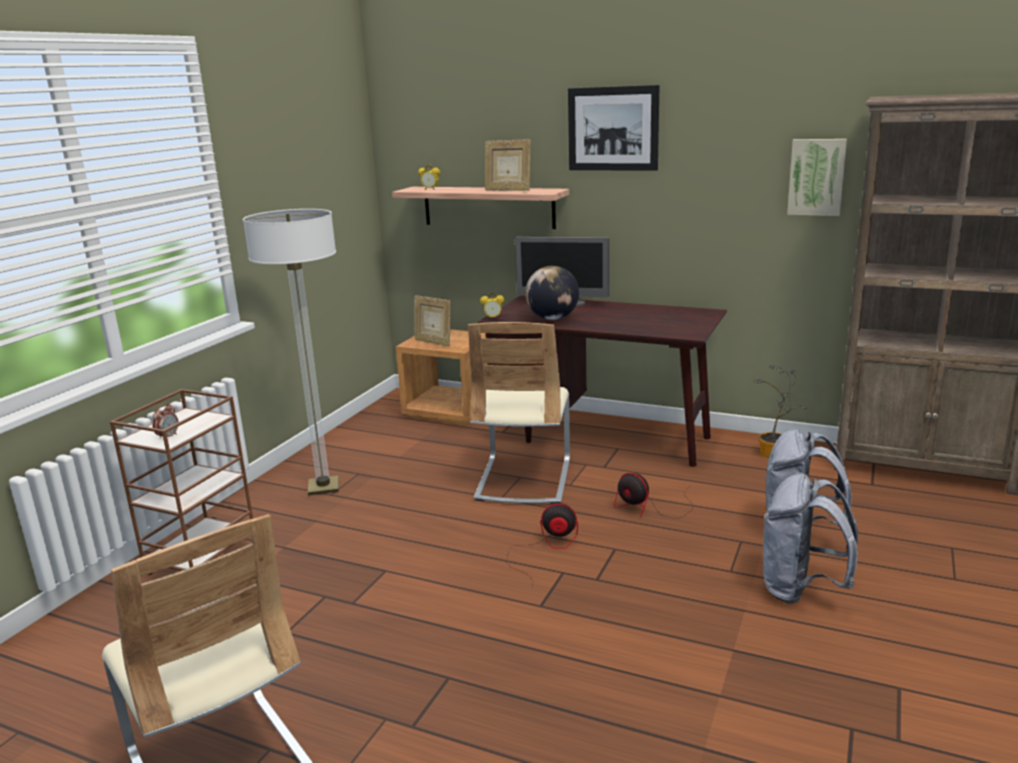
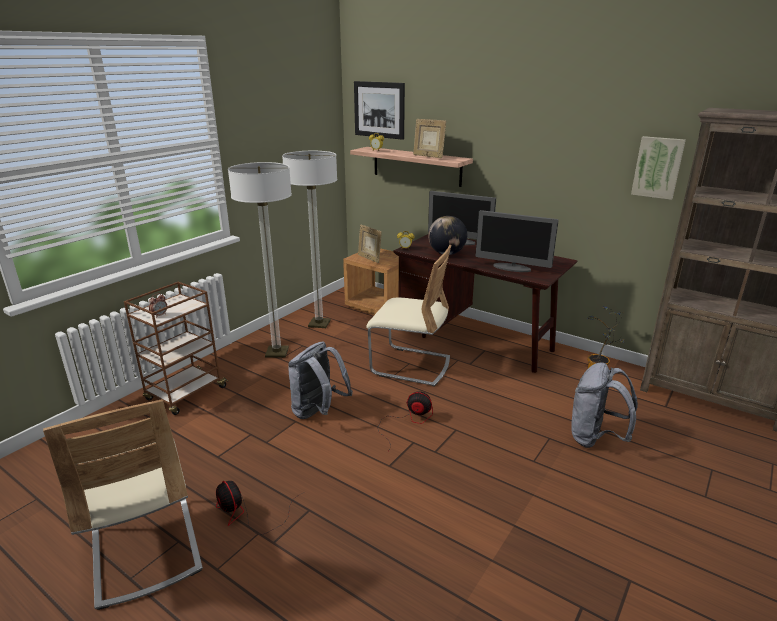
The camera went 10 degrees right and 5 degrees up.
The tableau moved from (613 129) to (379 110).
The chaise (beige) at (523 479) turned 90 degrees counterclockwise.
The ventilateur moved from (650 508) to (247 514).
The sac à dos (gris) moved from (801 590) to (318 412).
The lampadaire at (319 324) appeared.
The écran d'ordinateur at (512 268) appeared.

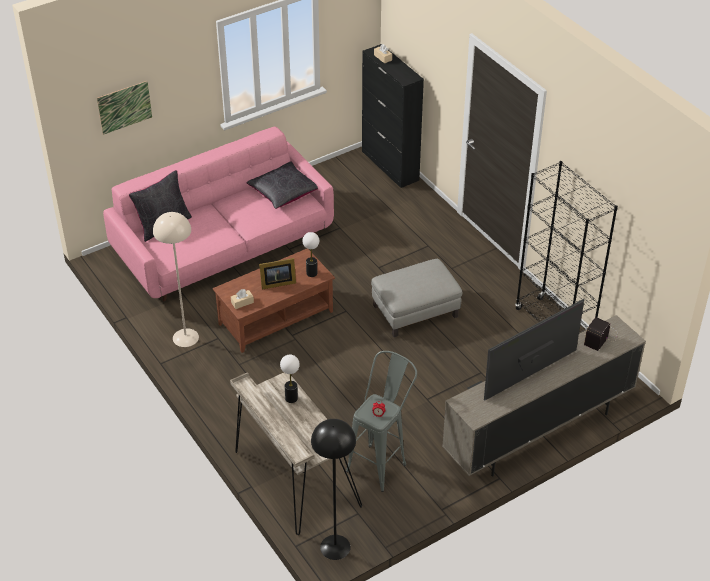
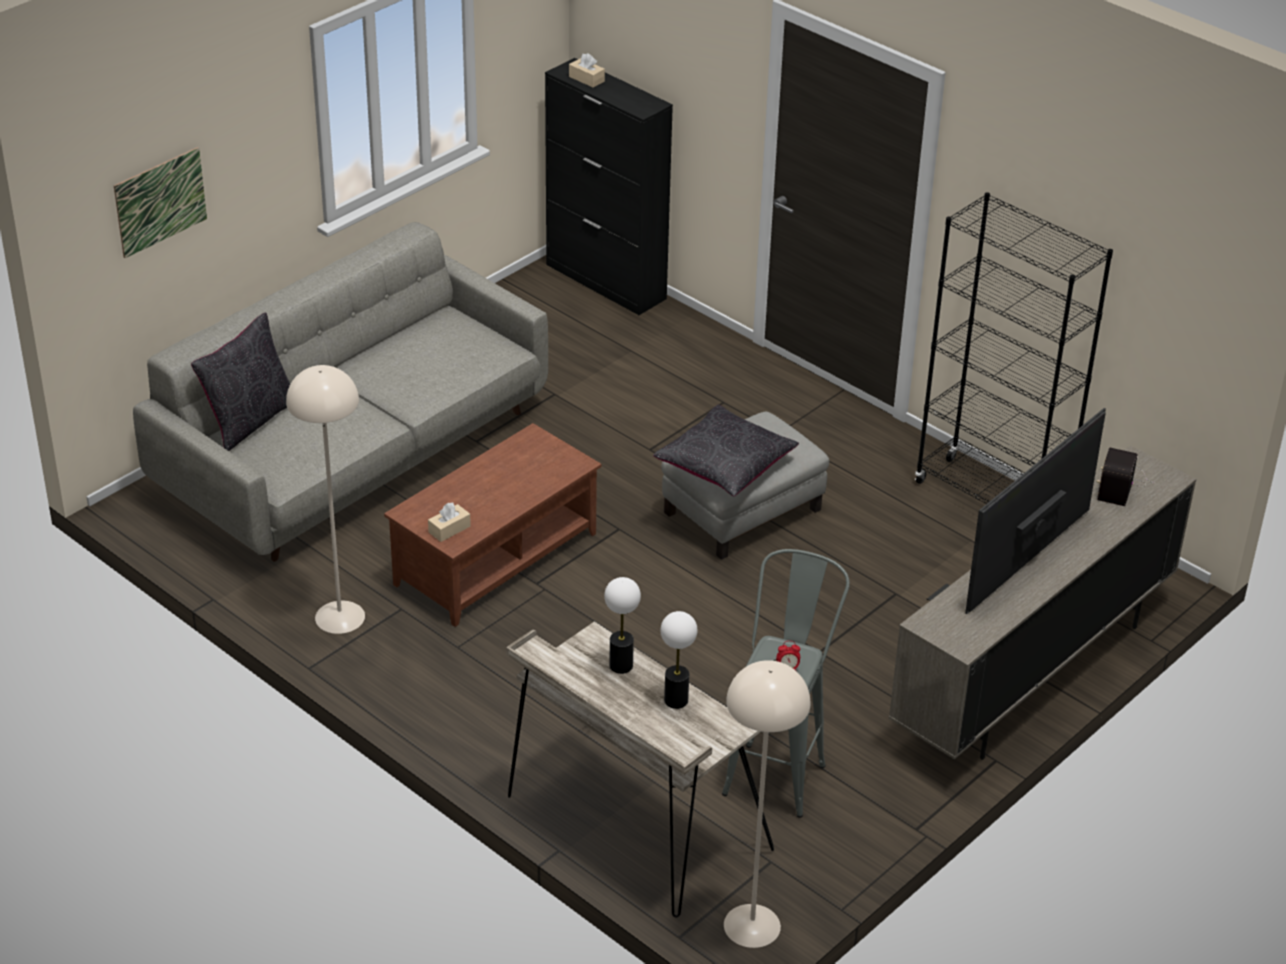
The camera went 15 degrees left and 5 degrees down.
The canapé (rose) at (224 246) became the canapé (gris) at (355 453).
The coussin (noir) moved from (284 192) to (725 465).
The lampe de table moved from (311 273) to (675 700).
The cadre photo at (276 283) disappeared.
The lampadaire (noir) at (335 547) became the lampadaire (beige) at (751 925).

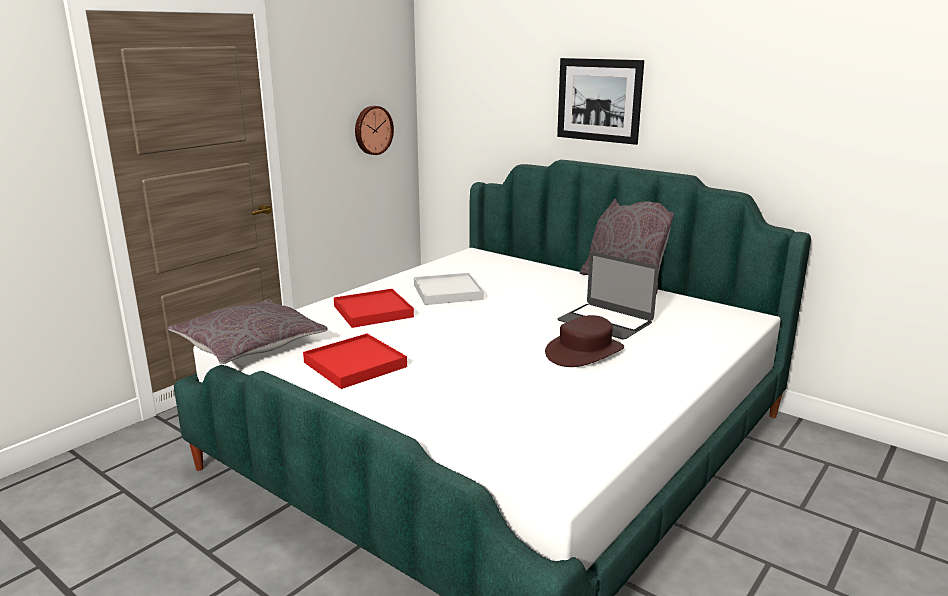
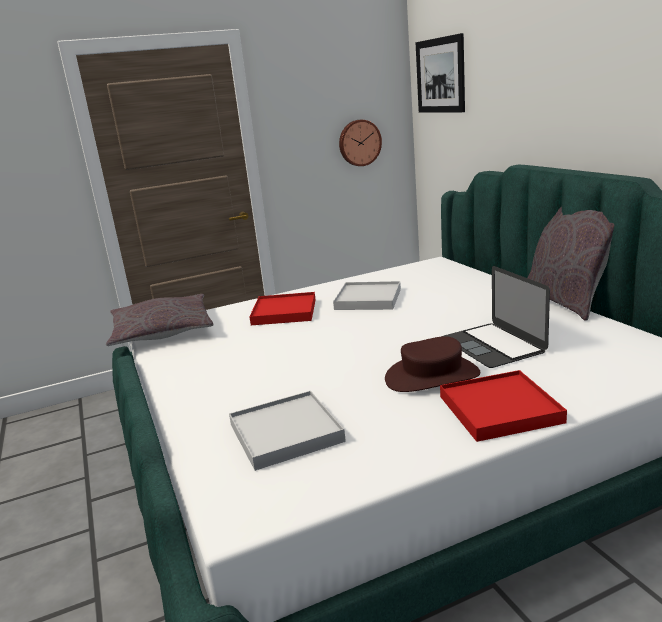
The camera went 30 degrees right and 0 degrees up.
The tableau moved from (599 100) to (440 75).
The plateau (rouge) moved from (355 364) to (499 409).
The plateau (blanc) at (286 433) appeared.

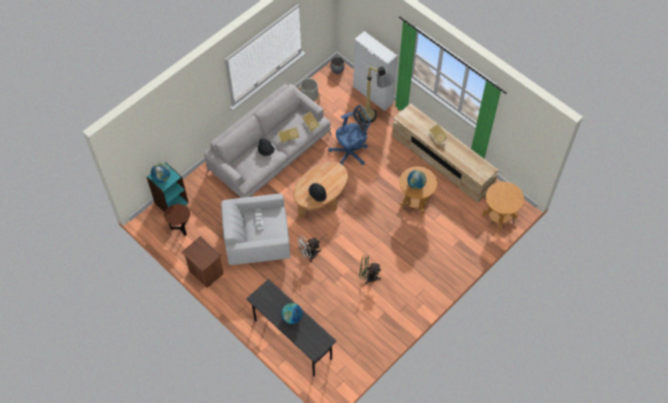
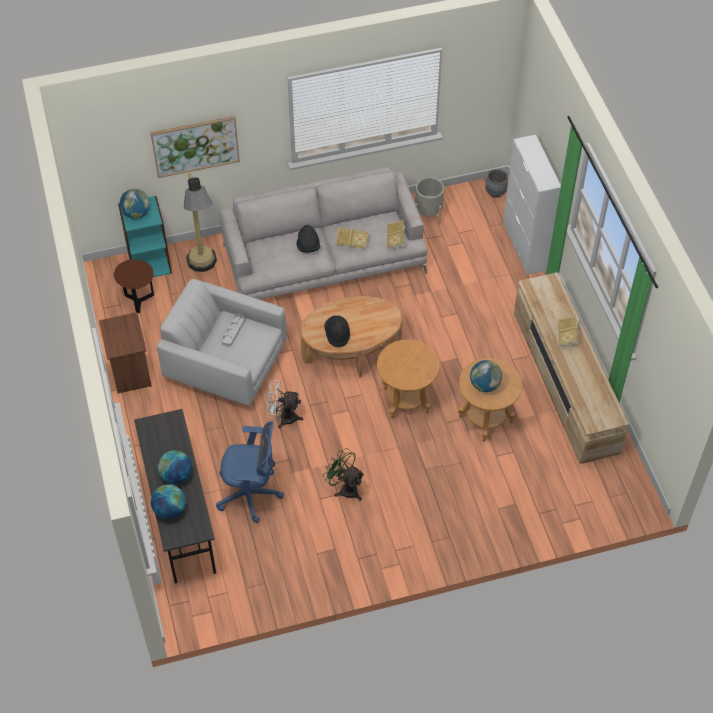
The camera went 30 degrees right and 5 degrees down.
The lampadaire moved from (373 120) to (204 271).
The chaise de bureau (bleu) moved from (351 153) to (251 494).
The table d'appoint (marron) moved from (499 217) to (406 400).
The tableau at (195 146) appeared.
The globe at (170 510) appeared.

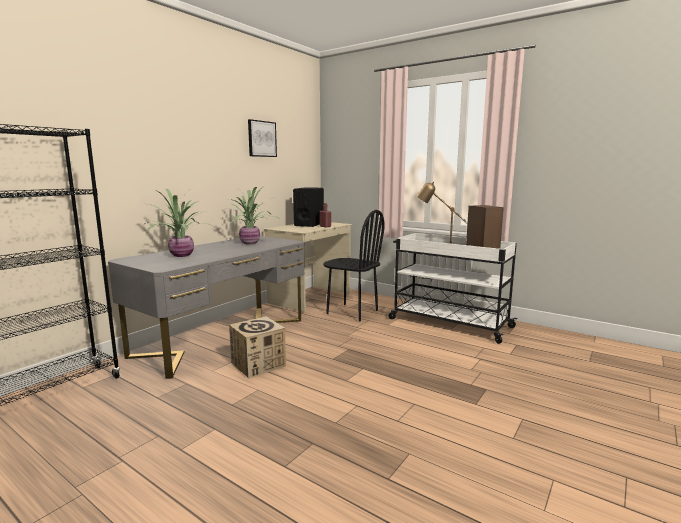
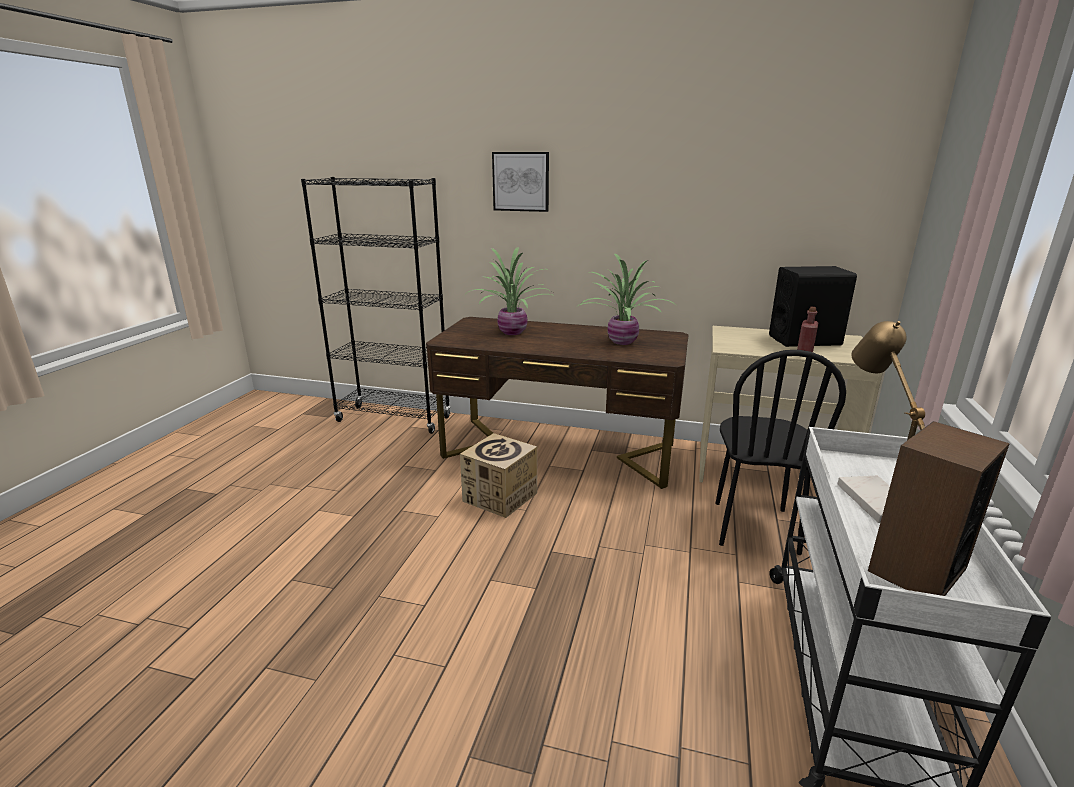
The camera went 70 degrees right and 10 degrees up.
The tableau moved from (261 139) to (521 181).
The bureau (gris) at (223 337) became the bureau (marron) at (558 451).

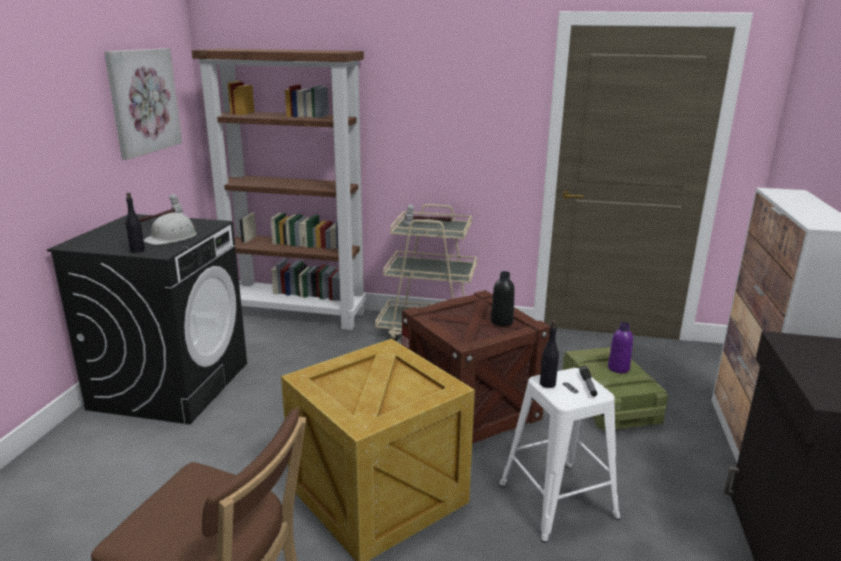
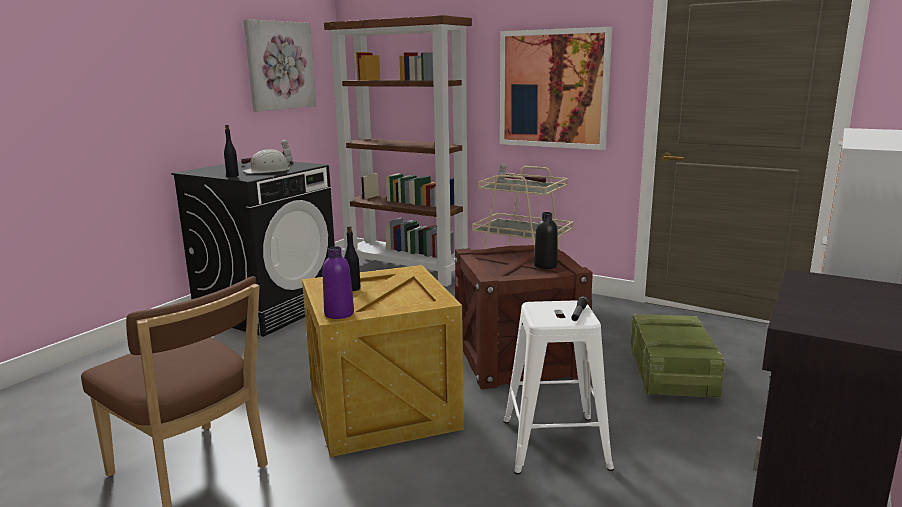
The camera went 20 degrees right and 5 degrees down.
The bouteille (noir) moved from (547 384) to (352 288).
The bouteille (violet) moved from (618 368) to (339 314).
The tableau at (553 89) appeared.

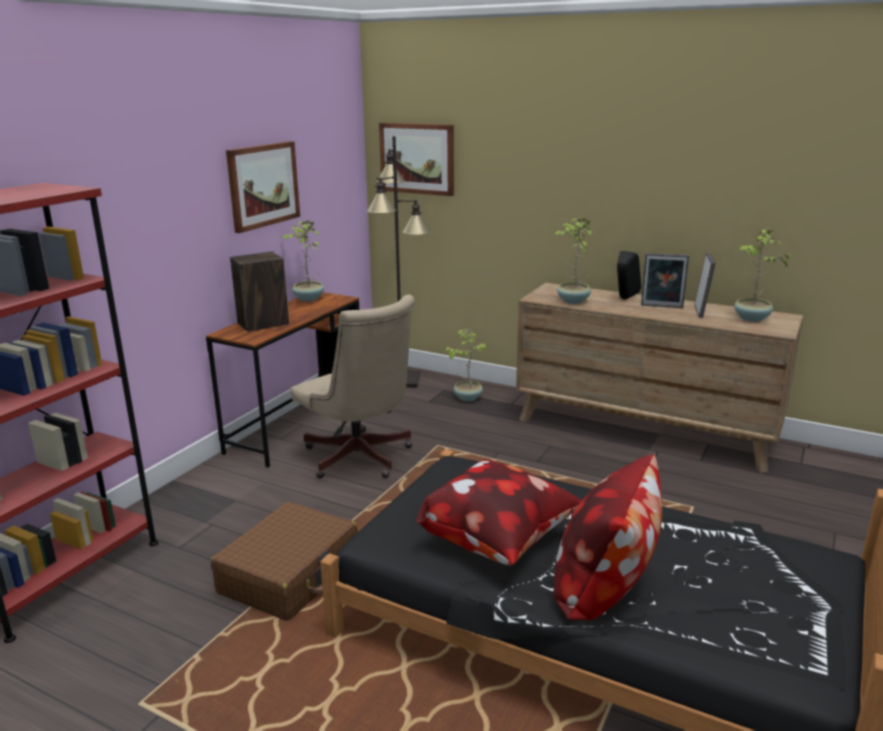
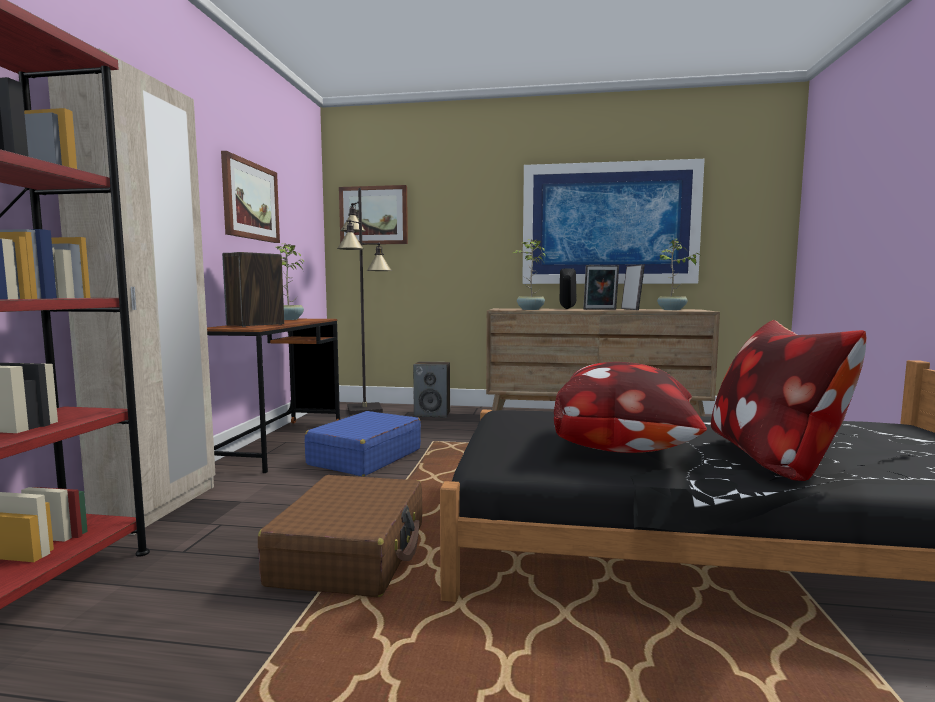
The camera went 20 degrees left and 15 degrees down.
The chaise de bureau (beige) at (361 459) was replaced by the valise (bleu) at (365 457).
The plante en pot at (467 397) was replaced by the enceinte at (432 414).
The armoire (beige) at (159 507) appeared.
The tableau at (609 224) appeared.

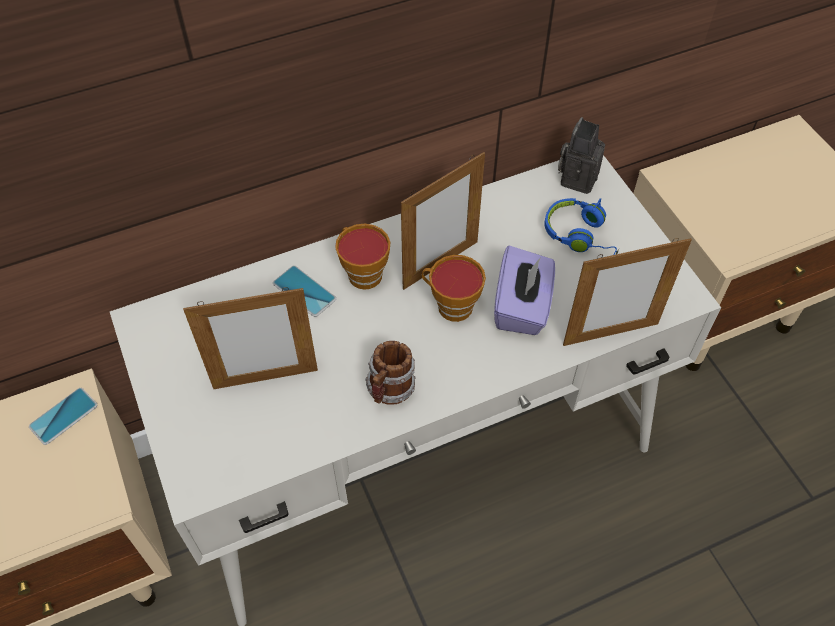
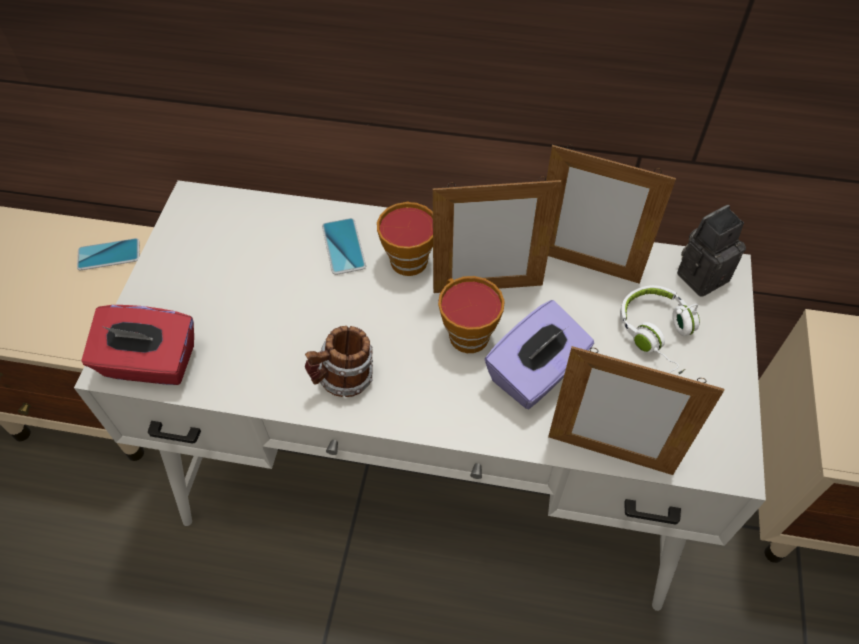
The camera went 35 degrees right and 0 degrees up.
The casque audio (bleu) at (581 237) became the casque audio (blanc) at (658 337).
The cadre photo moved from (265 379) to (586 266).
The boîte à mouchoirs (rouge) at (150 363) appeared.

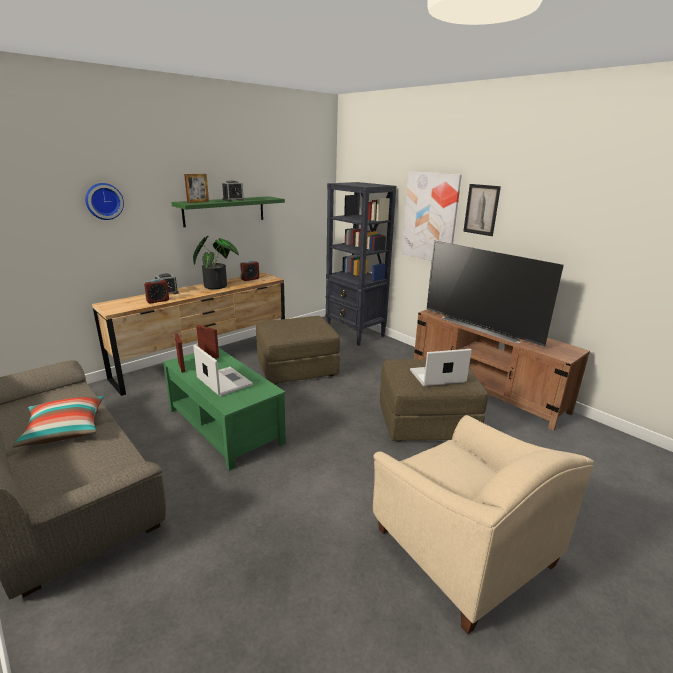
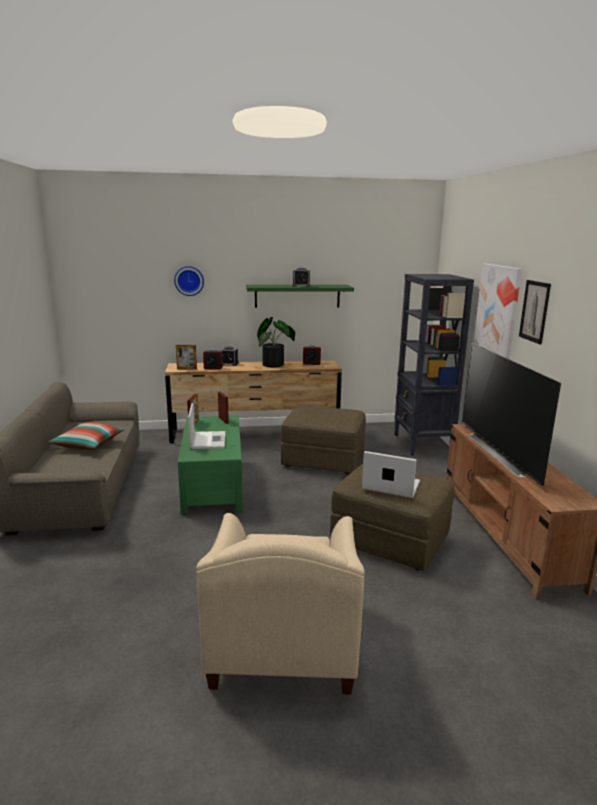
The camera went 35 degrees right and 5 degrees down.
The cadre photo moved from (198 202) to (187 369).

